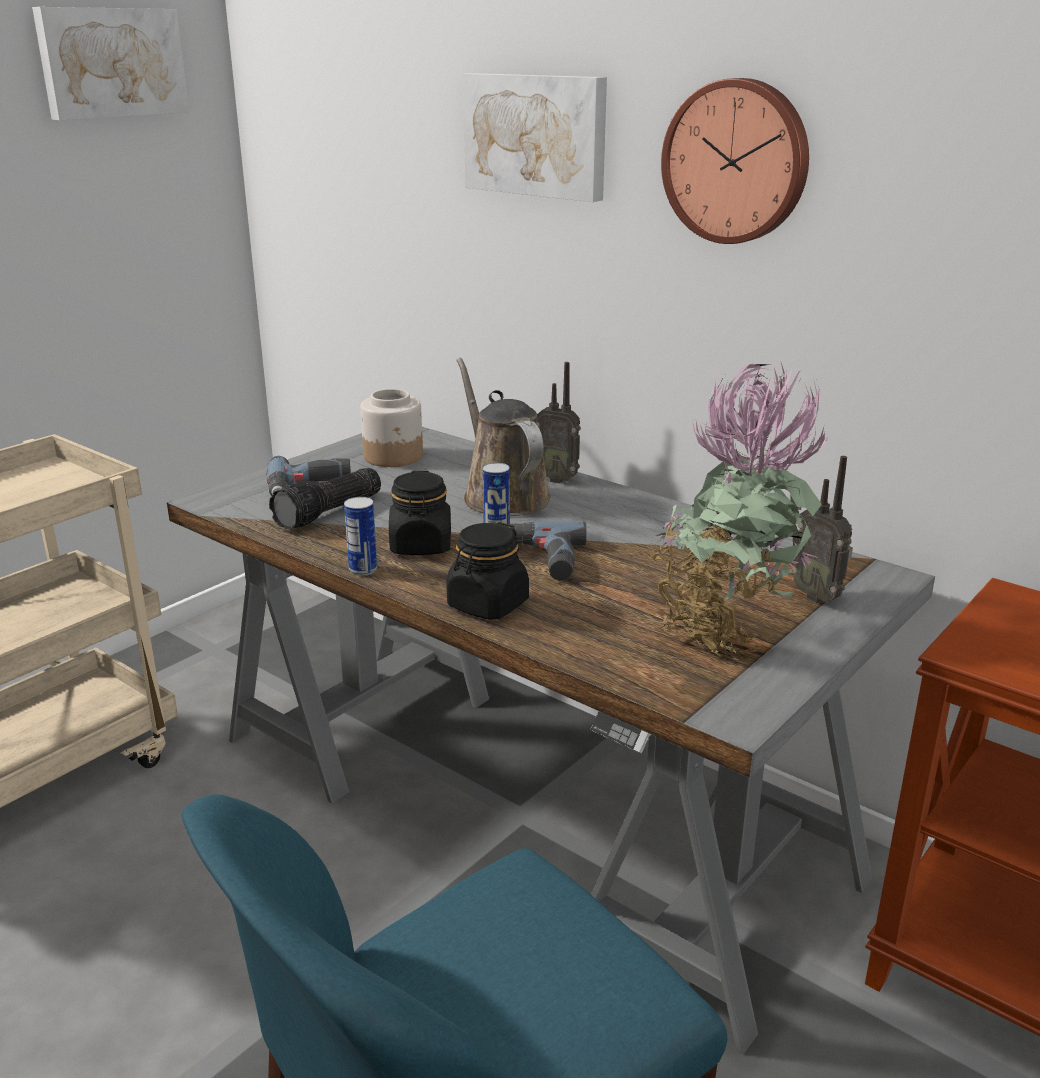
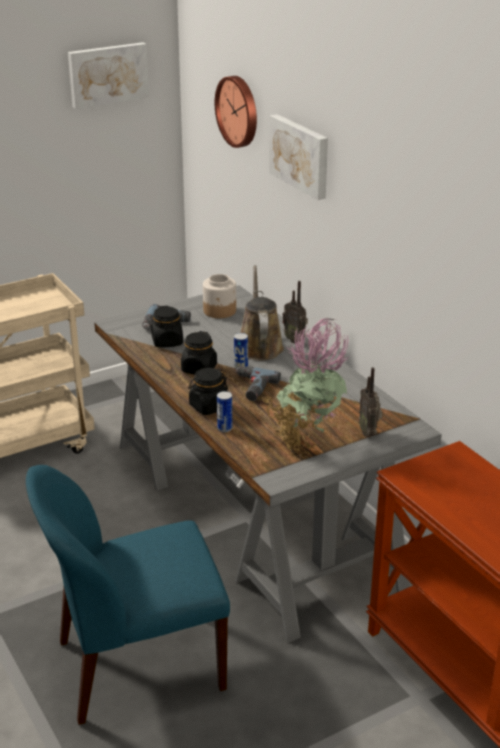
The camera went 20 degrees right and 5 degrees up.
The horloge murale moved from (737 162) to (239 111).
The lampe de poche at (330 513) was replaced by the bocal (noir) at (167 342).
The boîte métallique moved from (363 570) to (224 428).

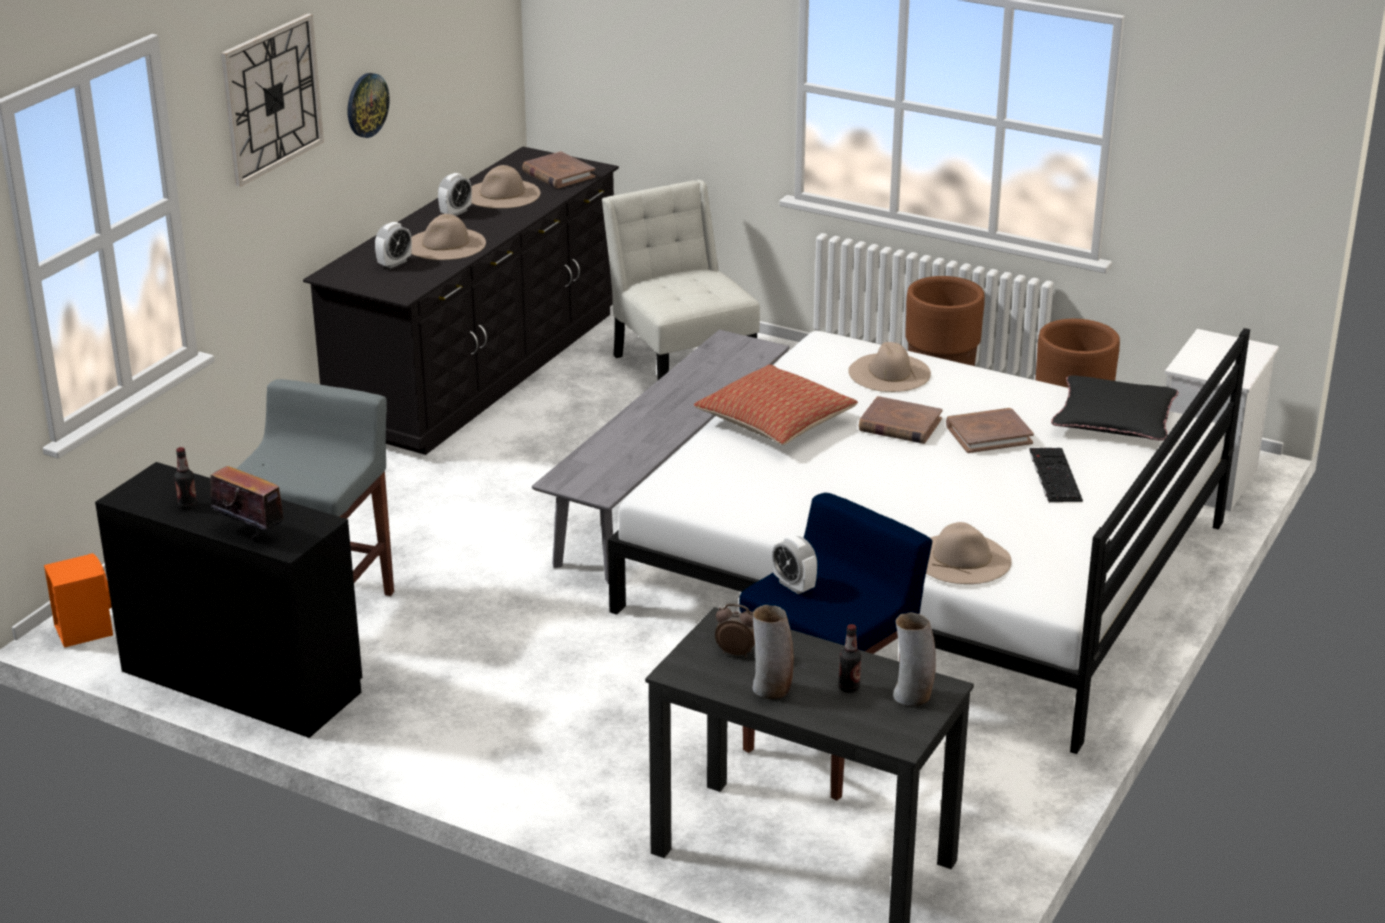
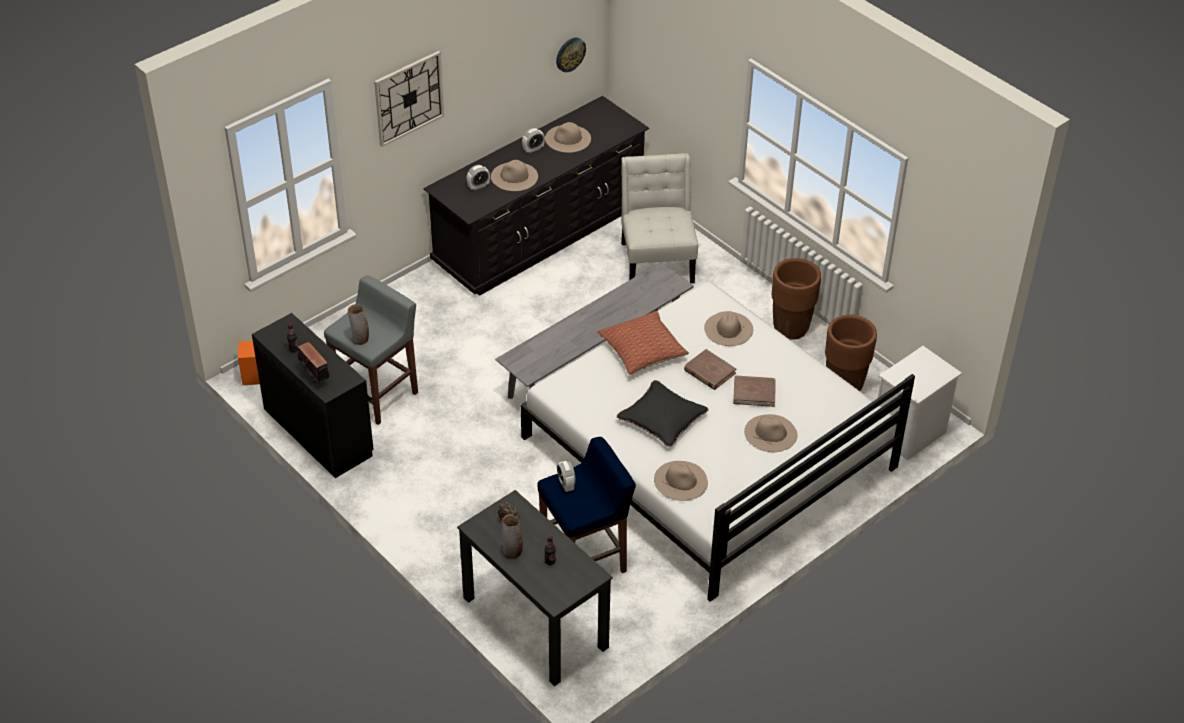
The camera went 20 degrees right and 15 degrees up.
The horloge murale moved from (366 105) to (570 54).
The livre (marron) at (558 174) disappeared.
The coussin (noir) moved from (1114 419) to (662 418).
The clavier at (1053 475) was replaced by the chapeau (beige) at (770 433).
The vase moved from (912 696) to (360 339).

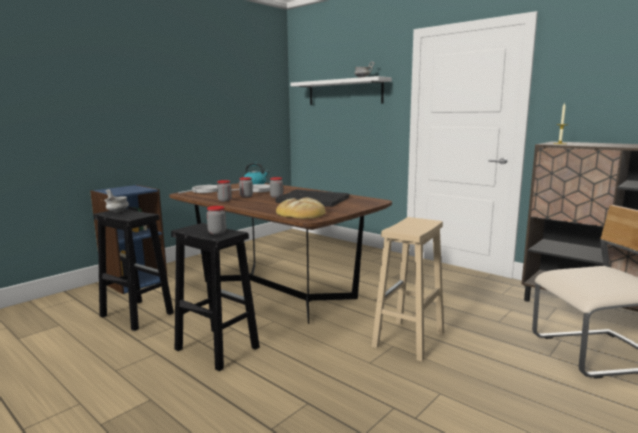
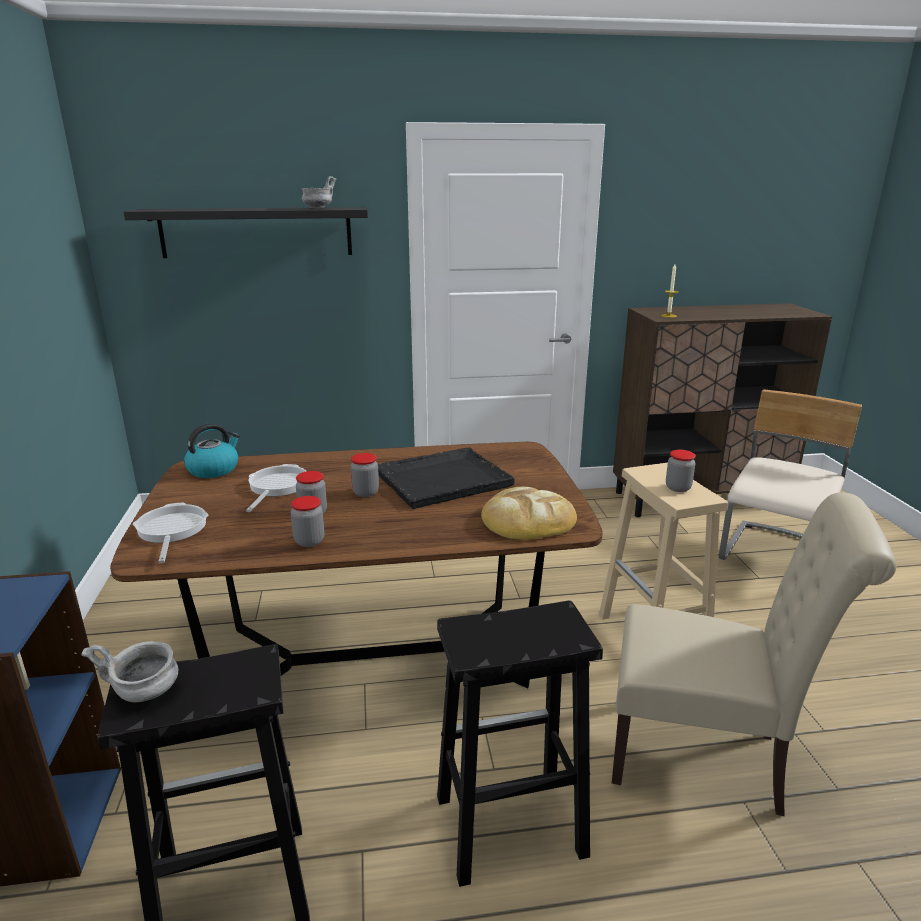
The camera went 50 degrees left and 10 degrees up.
The étagère (blanc) at (344 92) became the étagère (noir) at (256 232).
The bocal moved from (217 232) to (678 488).
The chaise (beige) at (707 758) appeared.

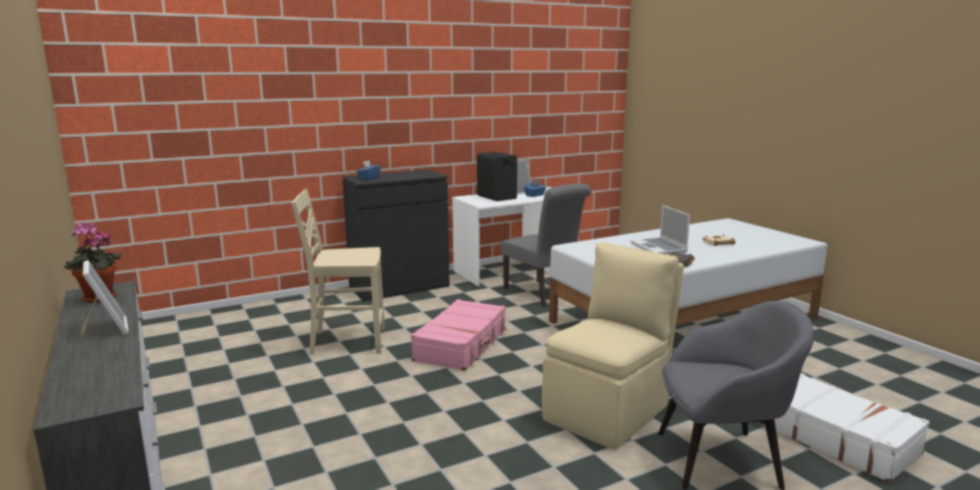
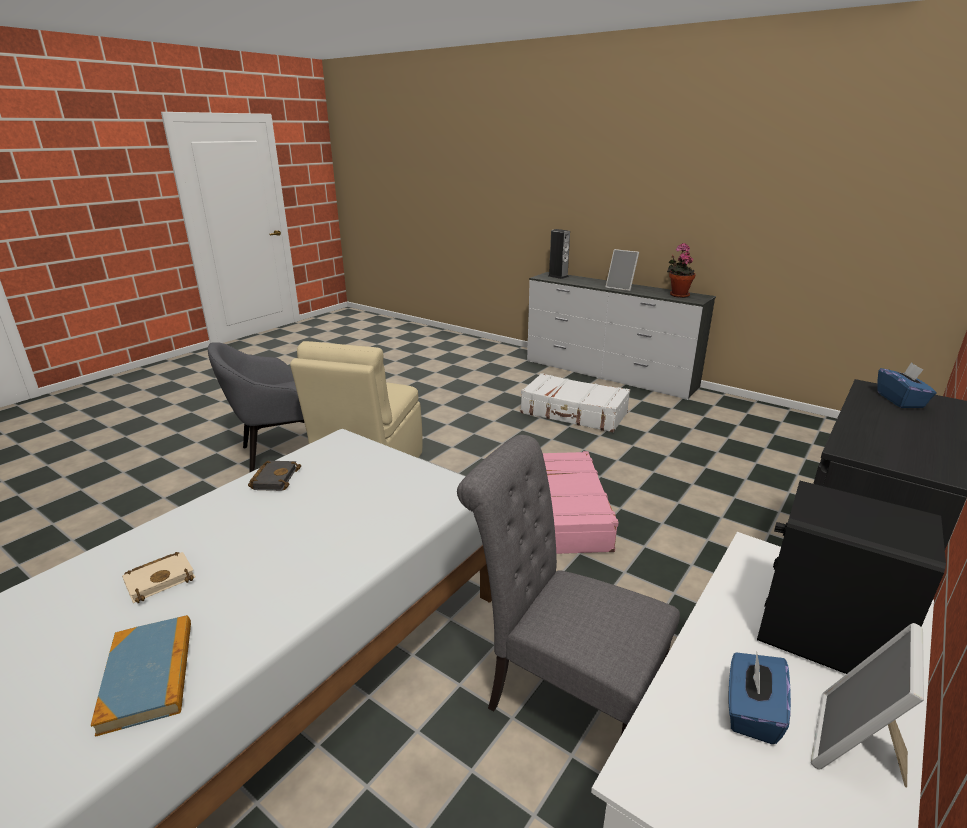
The camera went 155 degrees right and 10 degrees up.
The chaise (beige) at (346 342) disappeared.
The ordinateur portable at (659 248) disappeared.
The valise (blanc) moved from (831 436) to (574 413).
The enceinte at (558 276) appeared.
The livre at (148 675) appeared.

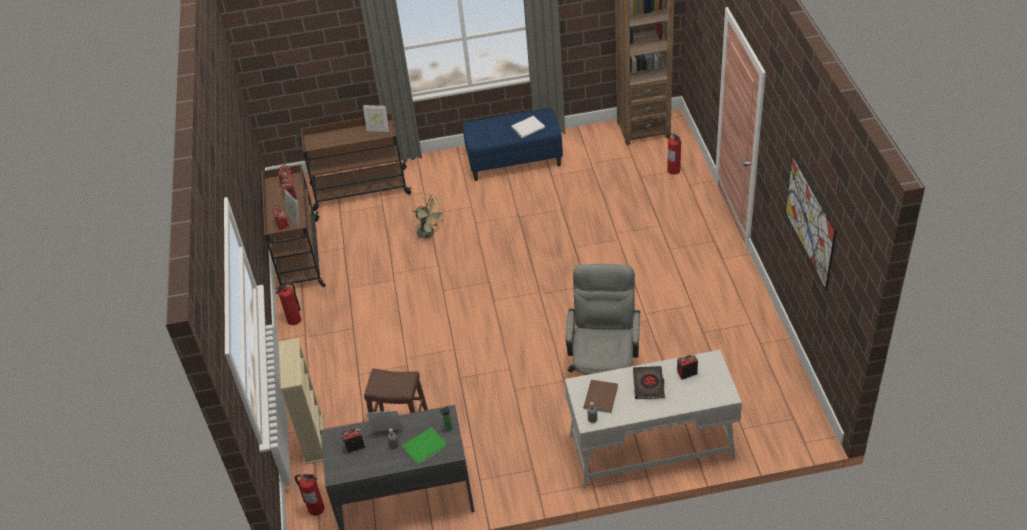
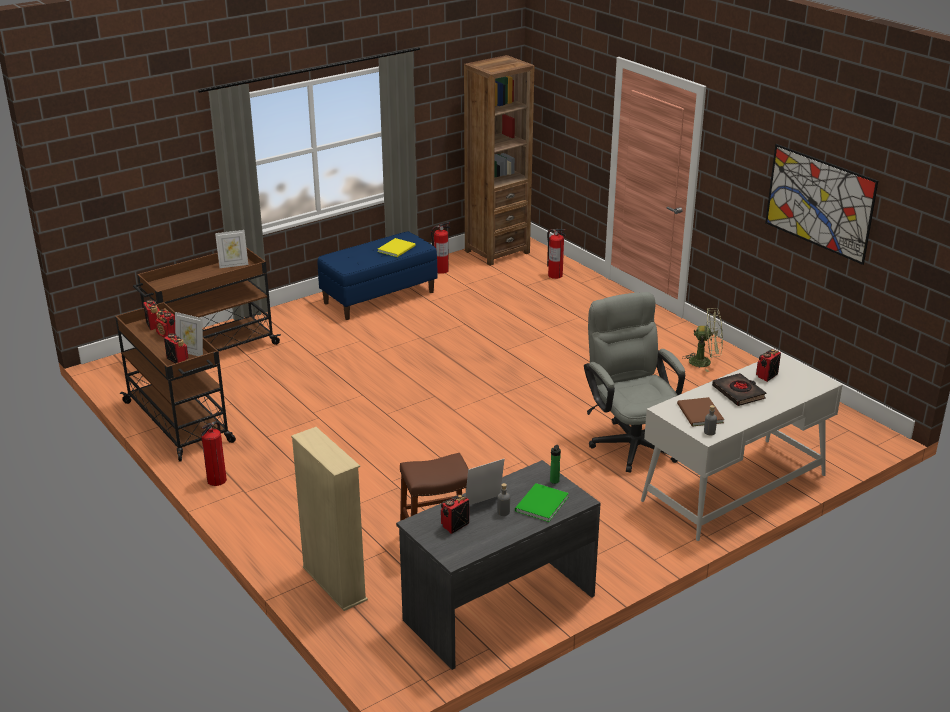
The camera went 30 degrees left and 15 degrees down.
The livre (blanc) at (529 128) became the livre (jaune) at (397 248).
The ventilateur (vert) moved from (429 233) to (705 362).
The extincteur moved from (316 508) to (441 270).

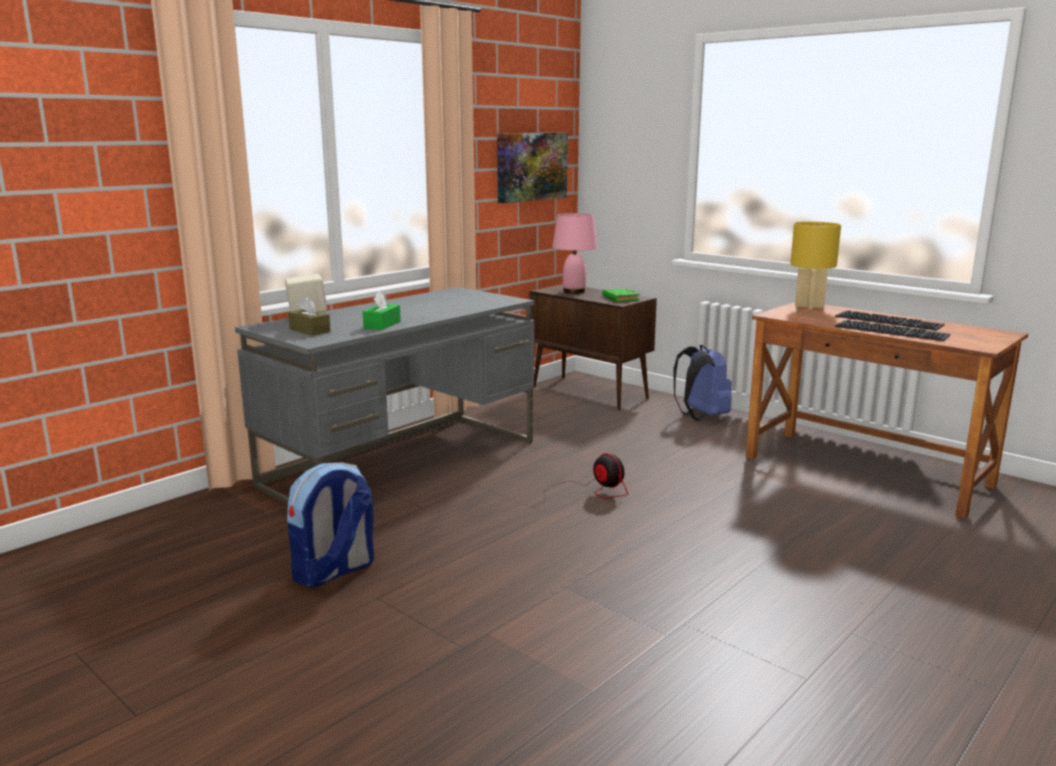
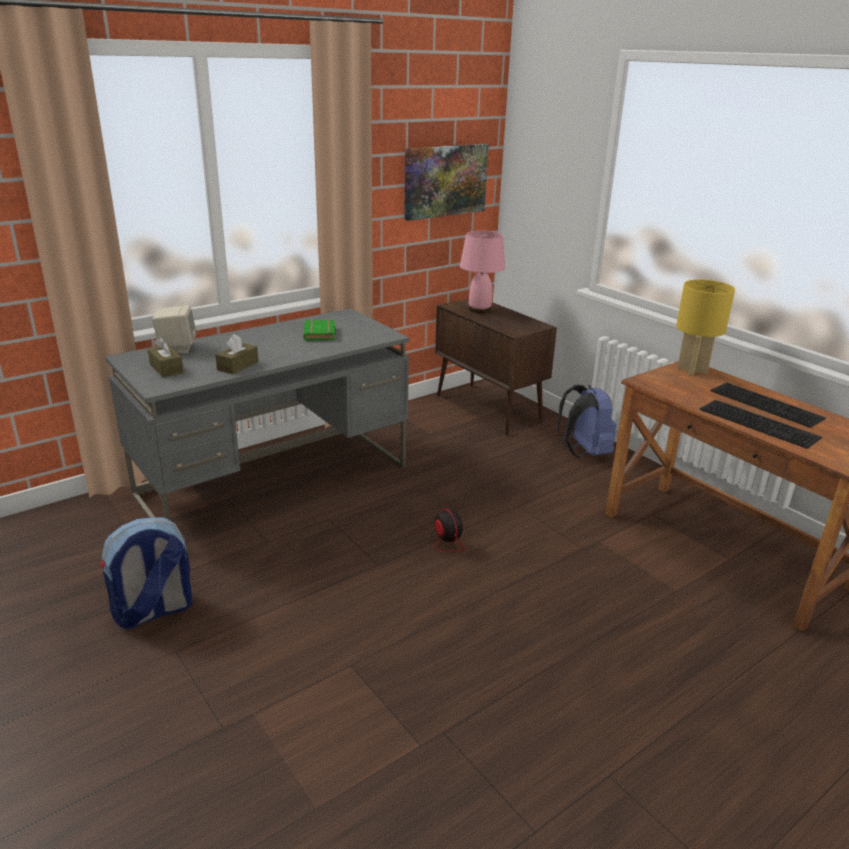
The camera went 10 degrees right and 10 degrees up.
The livre (vert) moved from (622 298) to (321 334).
The boîte à mouchoirs (vert) at (382 325) became the boîte à mouchoirs (marron) at (238 366).

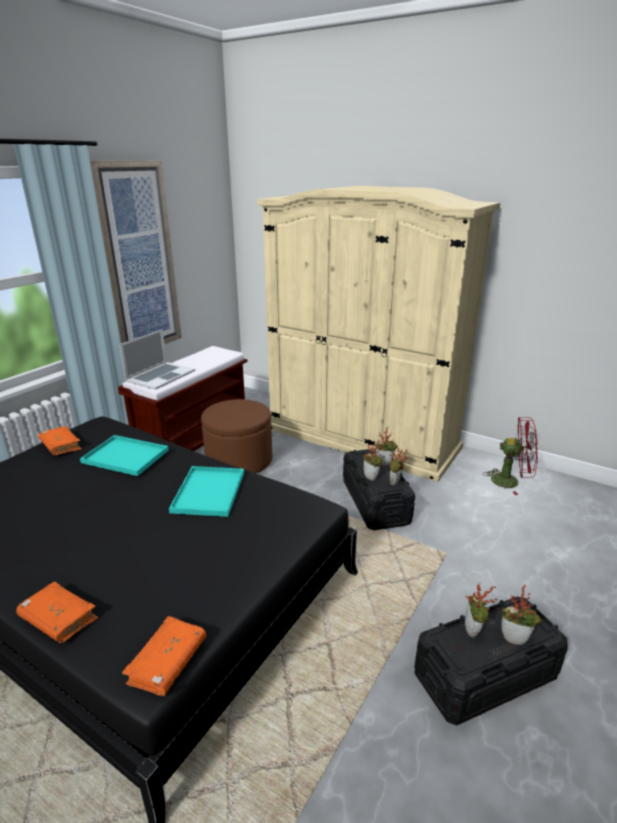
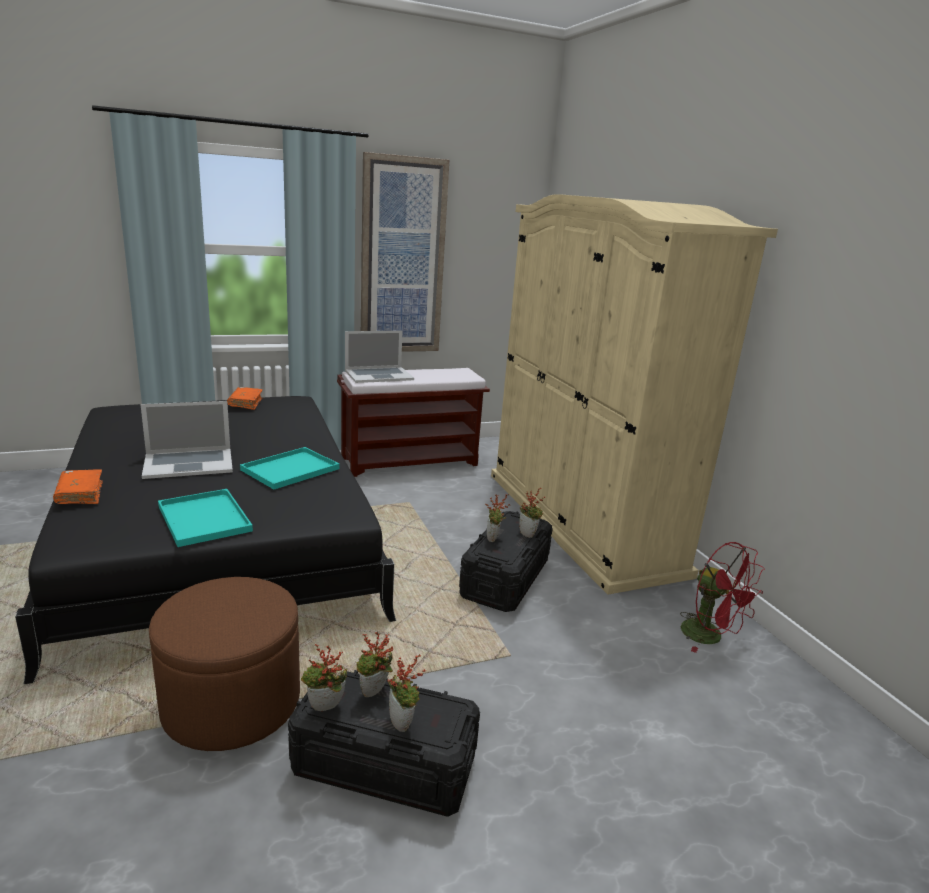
The camera went 35 degrees right and 5 degrees down.
The pouf (marron) moved from (239 460) to (232 703).
The plateau (turquoise) moved from (124 456) to (202 518).
The plante en pot moved from (396 483) to (325 709).
The livre (orange) at (167 662) disappeared.
The ordinateur portable at (188 463) appeared.

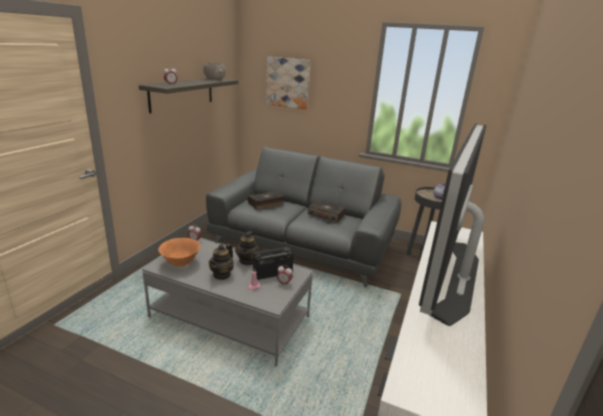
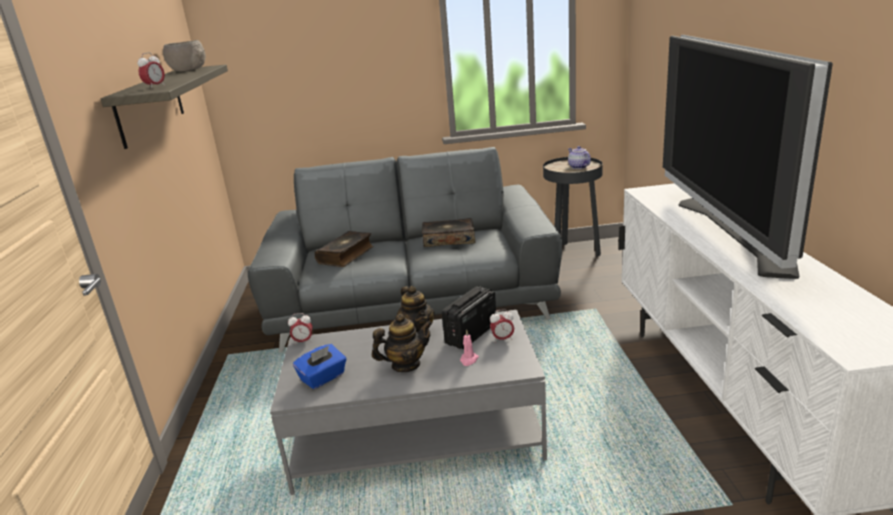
The camera went 25 degrees left and 0 degrees up.
The tableau at (288 82) disappeared.
The bol (orange) at (180 263) was replaced by the boîte à mouchoirs (bleu) at (323 378).
The théière at (222 274) turned 105 degrees counterclockwise.

